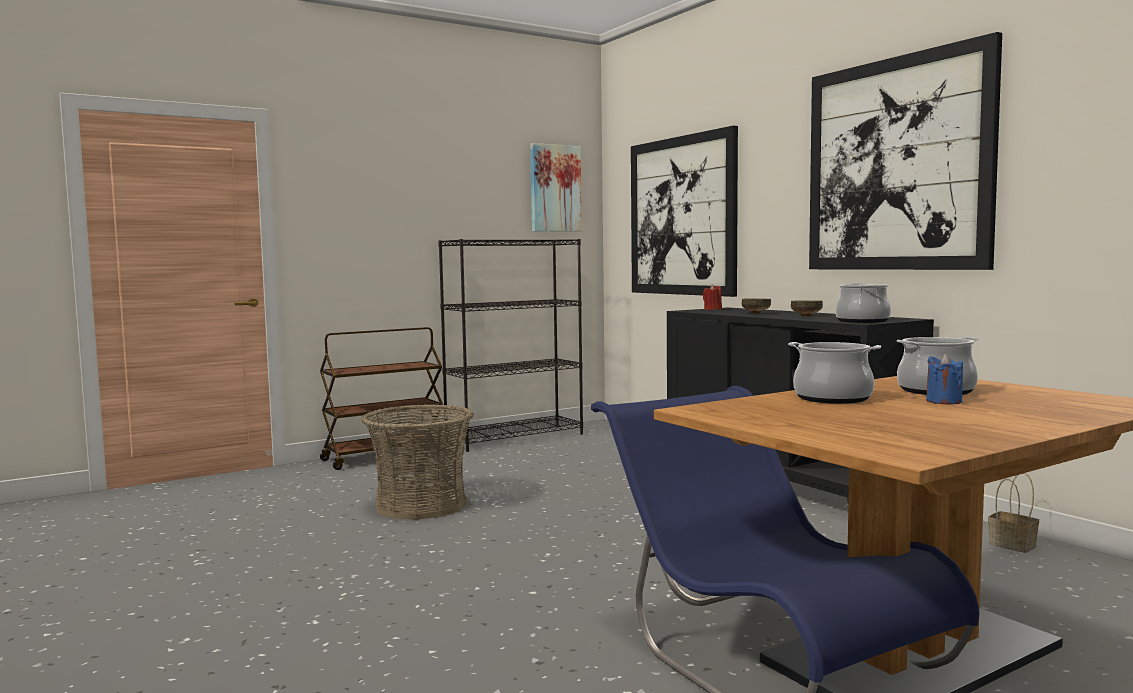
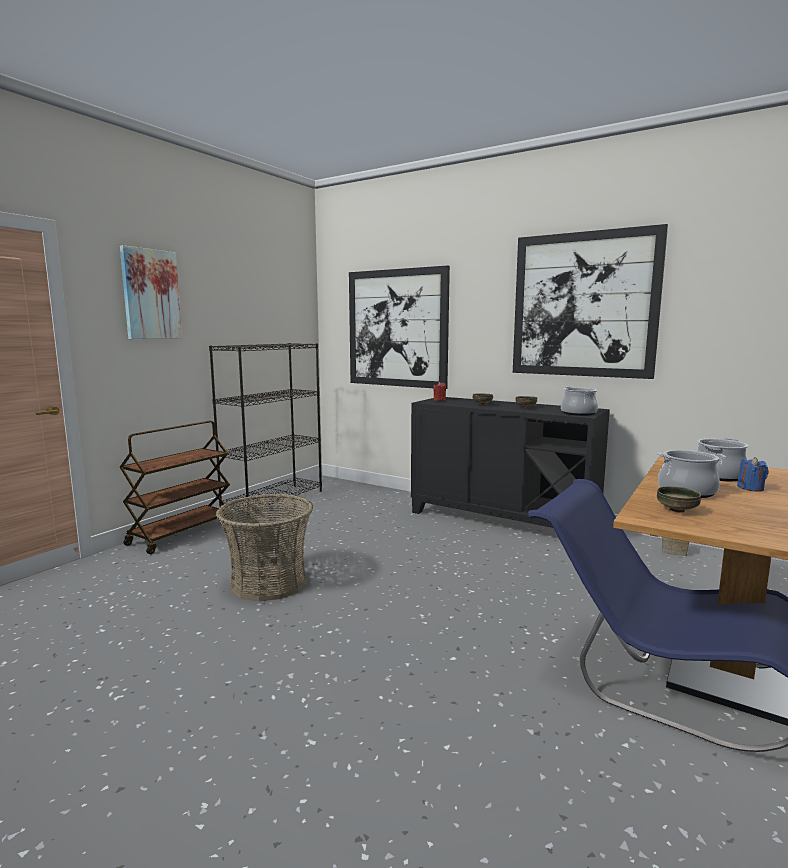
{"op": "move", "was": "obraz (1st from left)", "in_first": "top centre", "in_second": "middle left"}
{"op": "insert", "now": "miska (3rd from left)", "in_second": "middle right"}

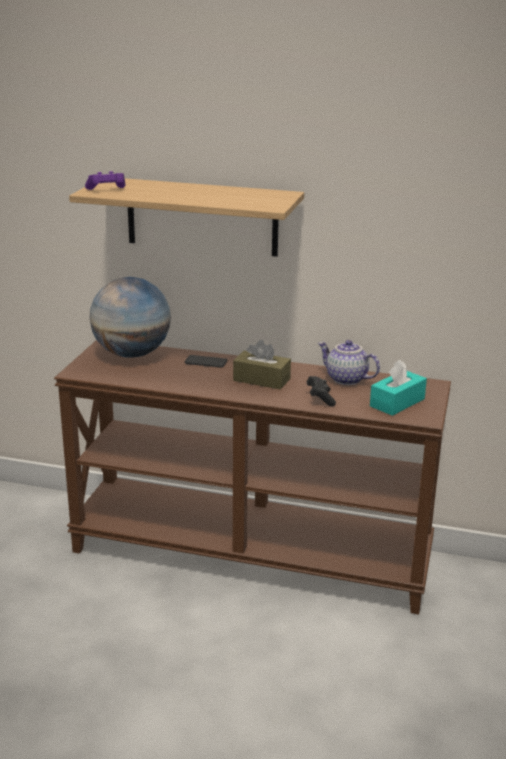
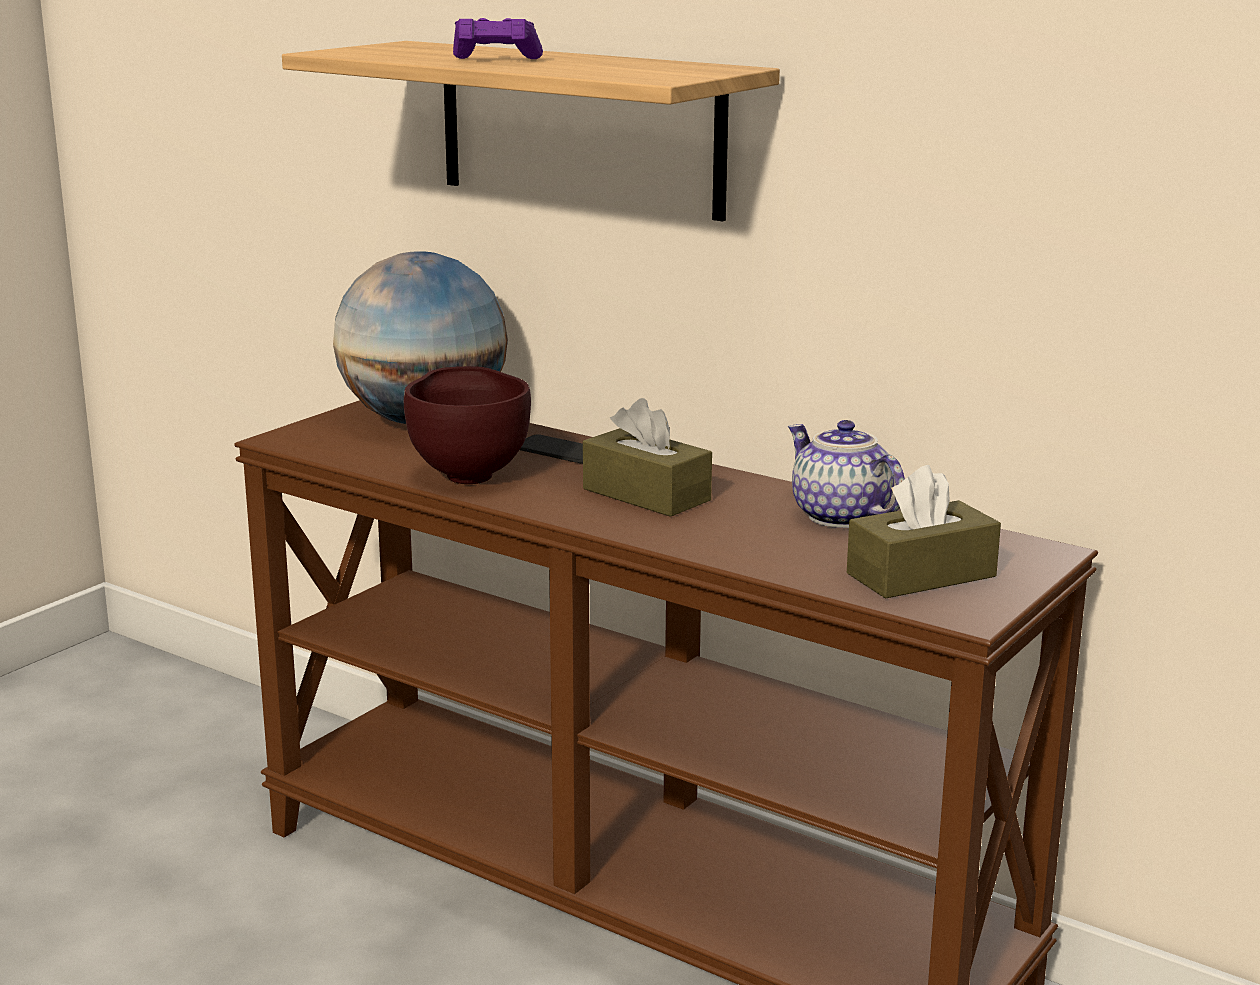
{"op": "move", "was": "pad do gier [fioletowy]", "in_first": "top left", "in_second": "top centre"}
{"op": "delete", "was": "pad do gier [czarny]", "in_first": "centre"}
{"op": "recolor", "was": "pudełko chusteczek [turkusowy]", "now": "pudełko chusteczek [brązowy] (2nd from left)", "in_first": "middle right", "in_second": "middle right"}
{"op": "insert", "now": "miska [brązowy]", "in_second": "centre"}

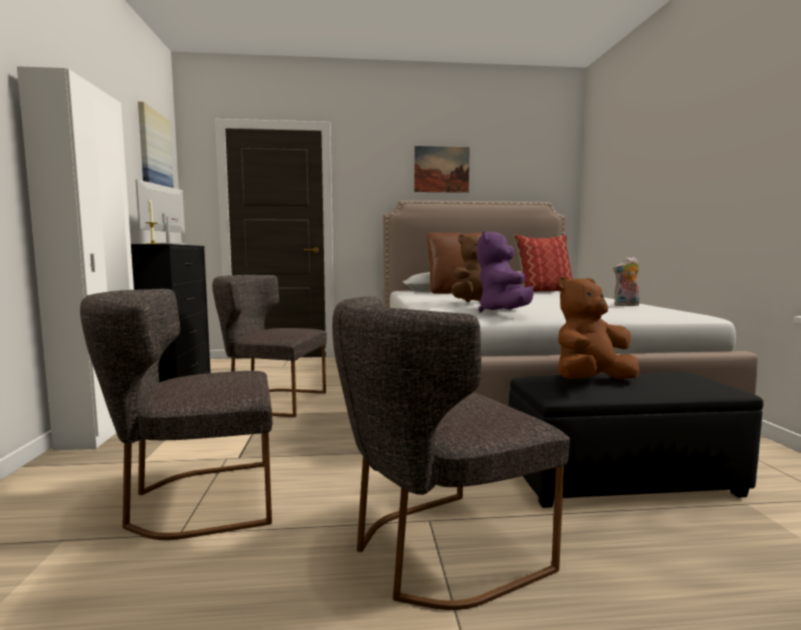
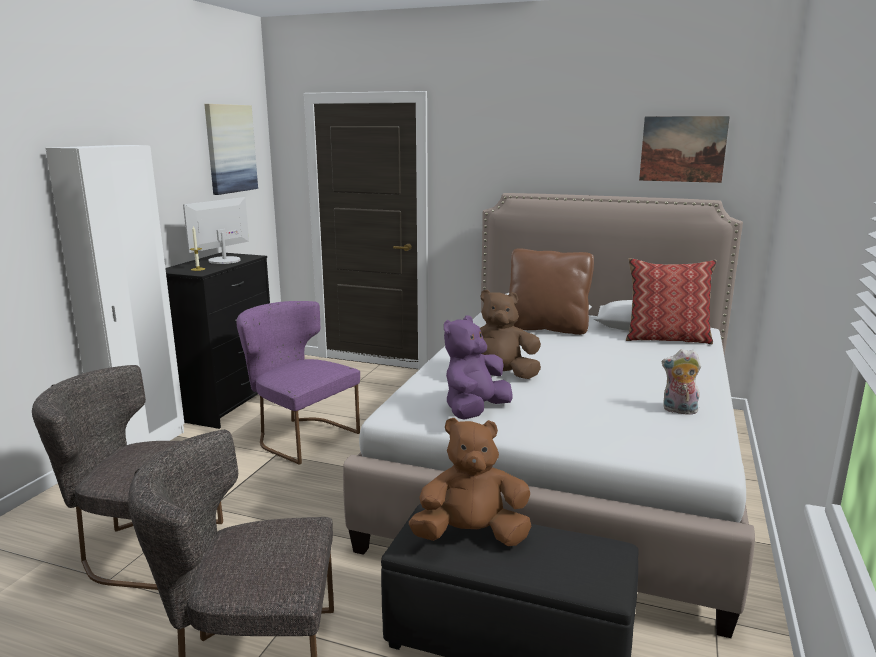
{"op": "recolor", "was": "krzesło [szary] (2nd from left)", "now": "krzesło [fioletowy]", "in_first": "centre", "in_second": "centre"}
{"op": "move", "was": "obraz (2nd from left)", "in_first": "top centre", "in_second": "top right"}

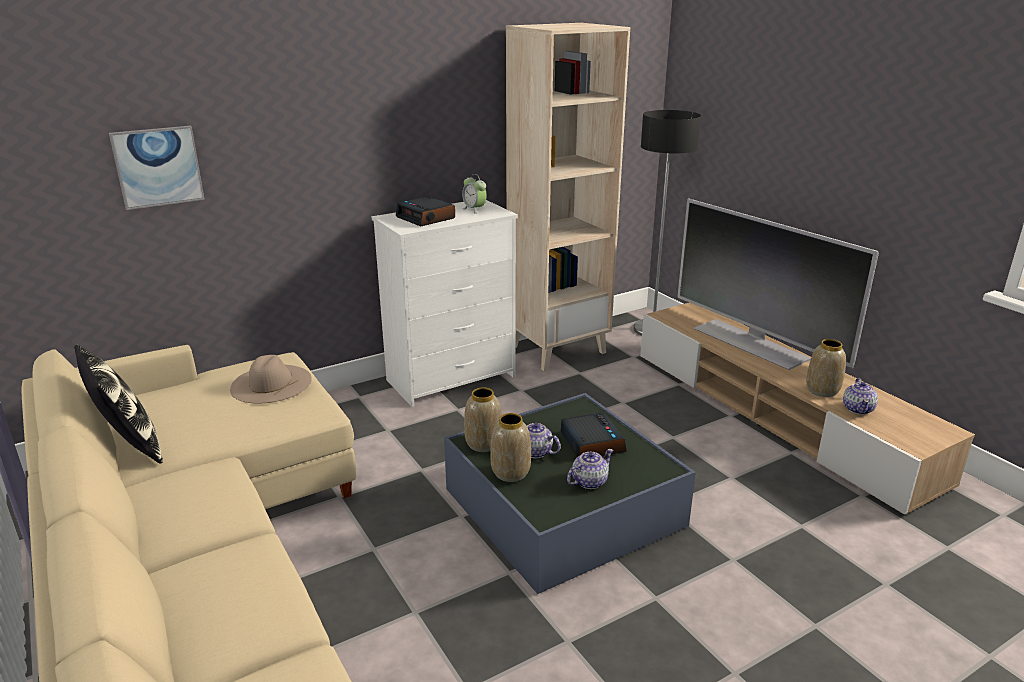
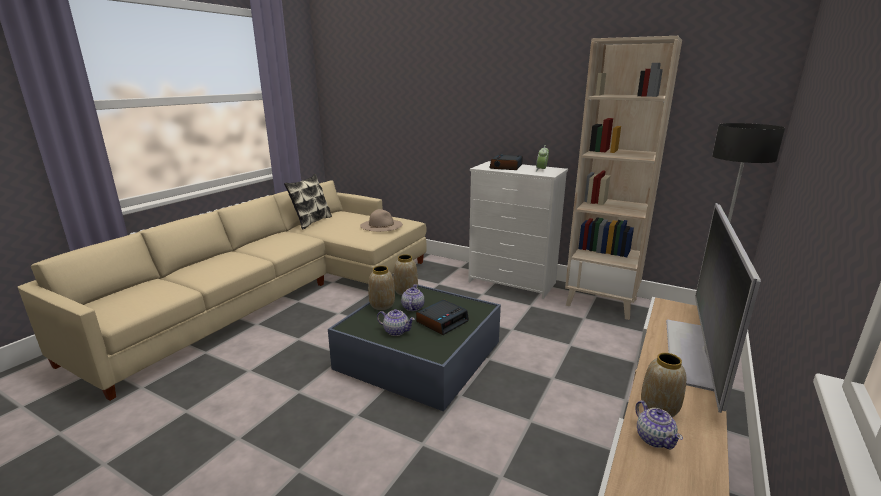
{"op": "delete", "was": "obraz", "in_first": "top left"}
{"op": "rotate", "was": "imbryk (3rd from left)", "in_first": "middle right", "in_second": "bottom right", "clockwise": -90}

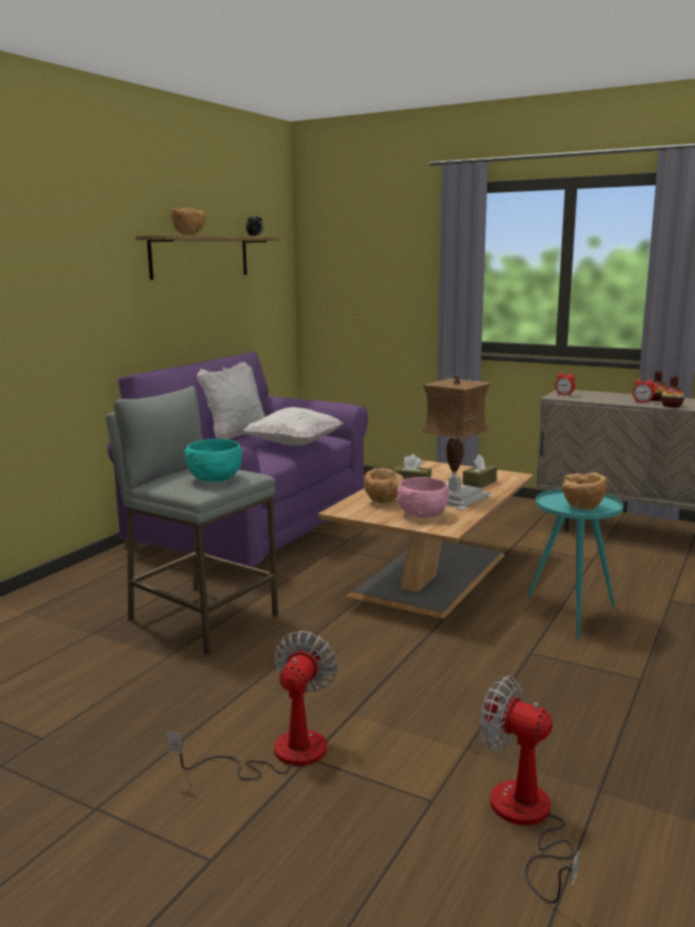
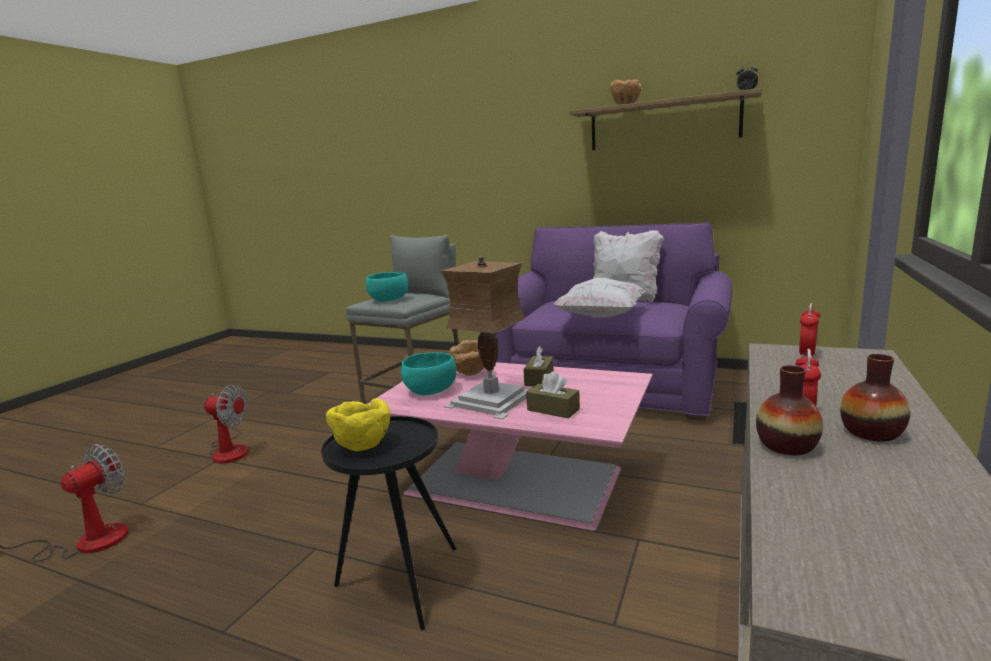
{"op": "recolor", "was": "ława [brązowy]", "now": "ława [różowy]", "in_first": "centre", "in_second": "bottom centre"}
{"op": "recolor", "was": "miska [różowy]", "now": "miska [turkusowy] (2nd from left)", "in_first": "centre", "in_second": "centre"}
{"op": "recolor", "was": "stolik [turkusowy]", "now": "stolik [czarny]", "in_first": "middle right", "in_second": "bottom centre"}
{"op": "recolor", "was": "miska [brązowy] (3rd from left)", "now": "miska [żółty]", "in_first": "middle right", "in_second": "centre"}

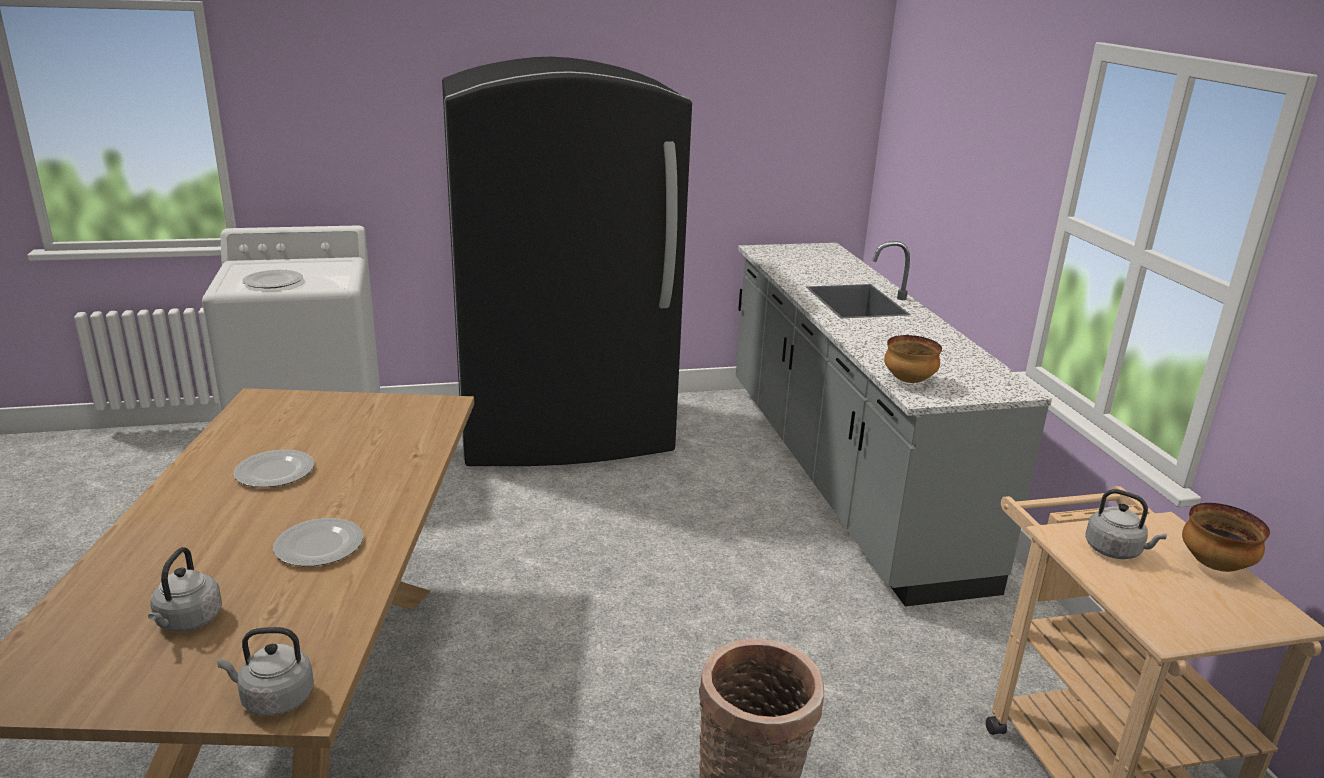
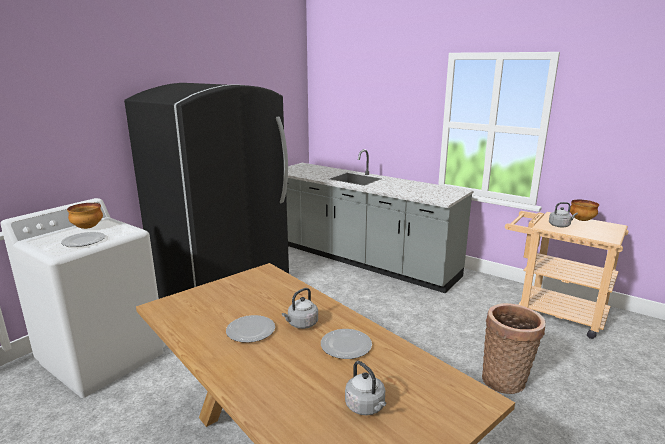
{"op": "move", "was": "czajnik [szary] (2nd from left in the first image)", "now": "czajnik [szary] (1st from left)", "in_first": "bottom left", "in_second": "bottom centre"}
{"op": "move", "was": "miska (1st from left)", "in_first": "middle right", "in_second": "middle left"}

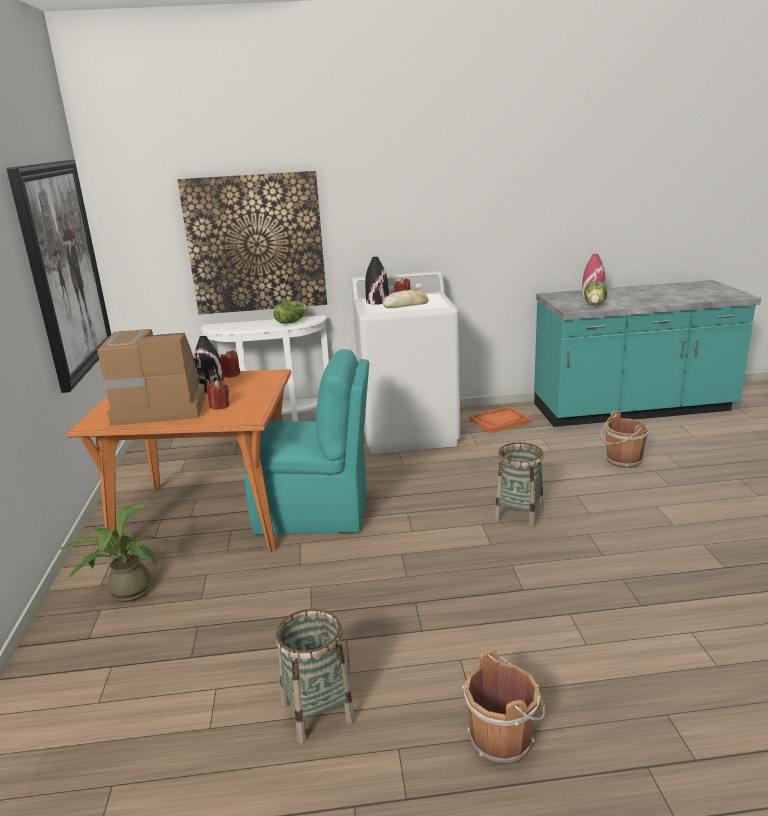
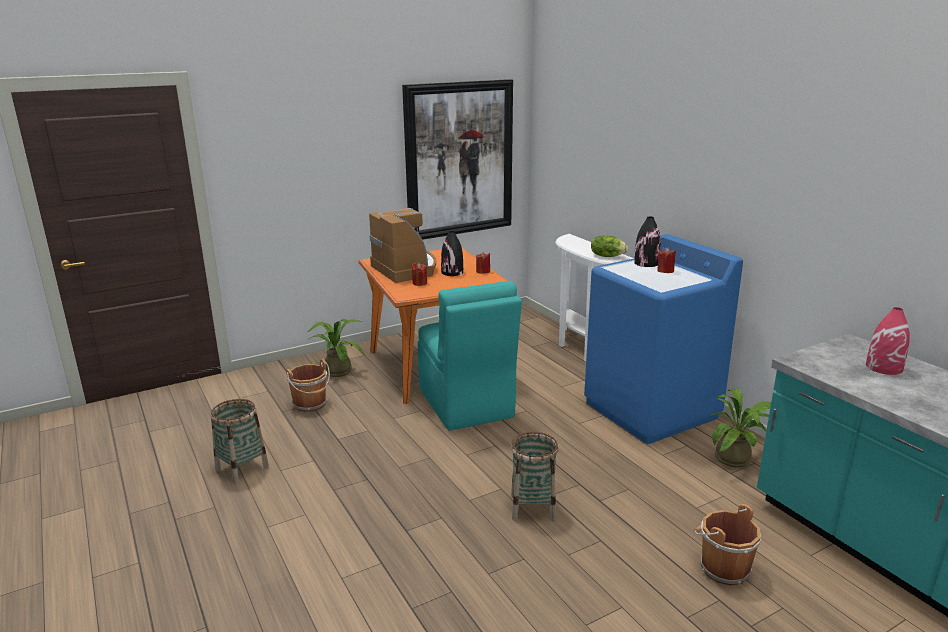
{"op": "delete", "was": "obraz (2nd from left)", "in_first": "top left"}
{"op": "recolor", "was": "pralka [biały]", "now": "pralka [niebieski]", "in_first": "centre", "in_second": "middle right"}
{"op": "delete", "was": "chleb", "in_first": "centre"}
{"op": "move", "was": "wiadro [brązowy] (1st from left)", "in_first": "bottom centre", "in_second": "middle left"}
{"op": "replace", "was": "taca [pomarańczowy]", "now": "roślina doniczkowa (2nd from left)", "in_first": "centre", "in_second": "bottom right"}
{"op": "delete", "was": "sałata (2nd from left)", "in_first": "middle right"}

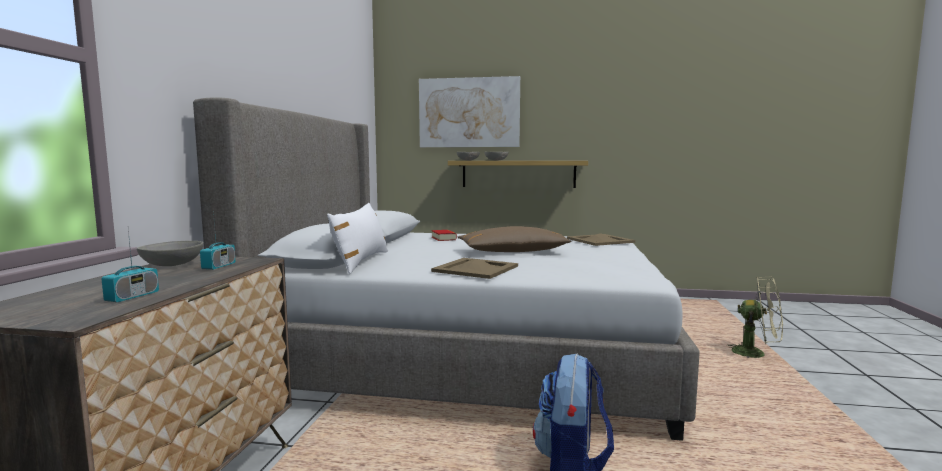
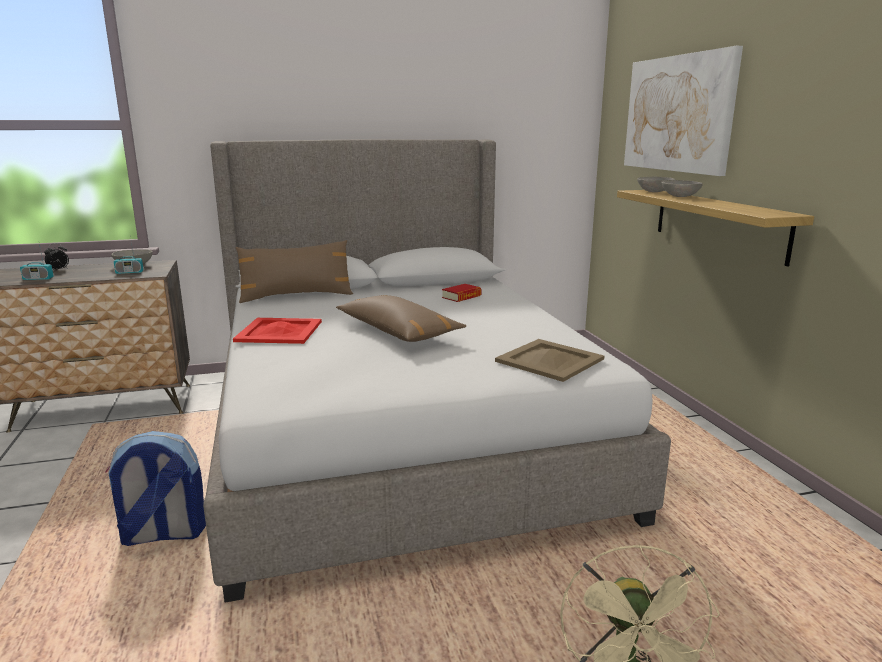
{"op": "recolor", "was": "poduszka [biały]", "now": "poduszka [brązowy] (1st from left)", "in_first": "centre", "in_second": "centre"}
{"op": "recolor", "was": "taca [beżowy] (1st from left)", "now": "taca [czerwony]", "in_first": "centre", "in_second": "middle left"}
{"op": "insert", "now": "budzik", "in_second": "middle left"}

